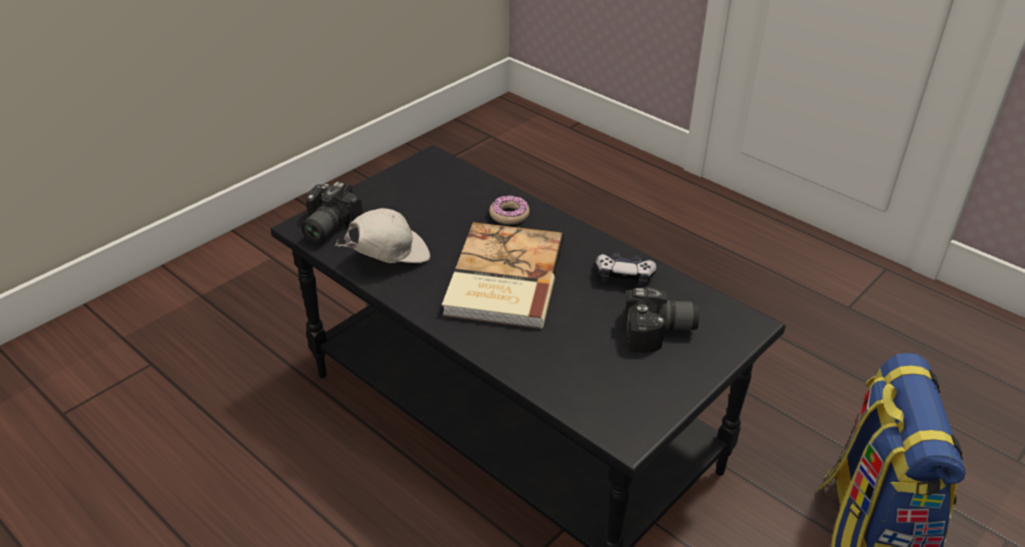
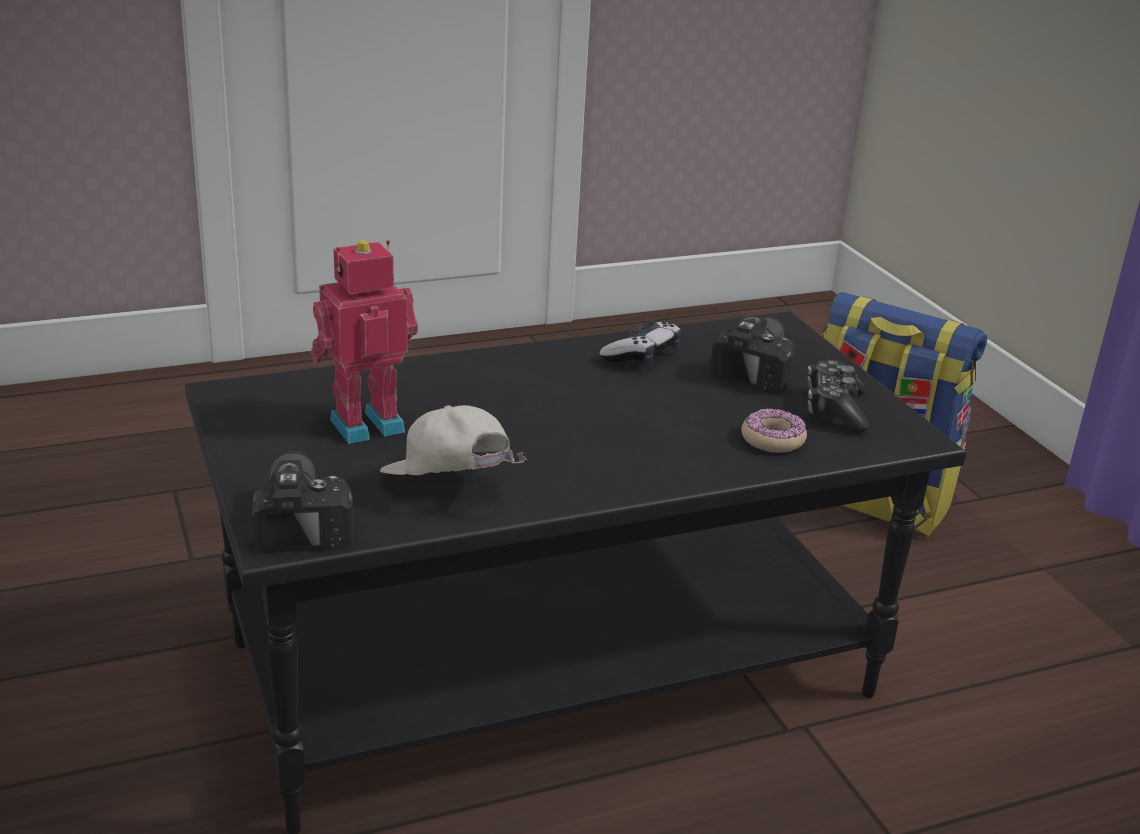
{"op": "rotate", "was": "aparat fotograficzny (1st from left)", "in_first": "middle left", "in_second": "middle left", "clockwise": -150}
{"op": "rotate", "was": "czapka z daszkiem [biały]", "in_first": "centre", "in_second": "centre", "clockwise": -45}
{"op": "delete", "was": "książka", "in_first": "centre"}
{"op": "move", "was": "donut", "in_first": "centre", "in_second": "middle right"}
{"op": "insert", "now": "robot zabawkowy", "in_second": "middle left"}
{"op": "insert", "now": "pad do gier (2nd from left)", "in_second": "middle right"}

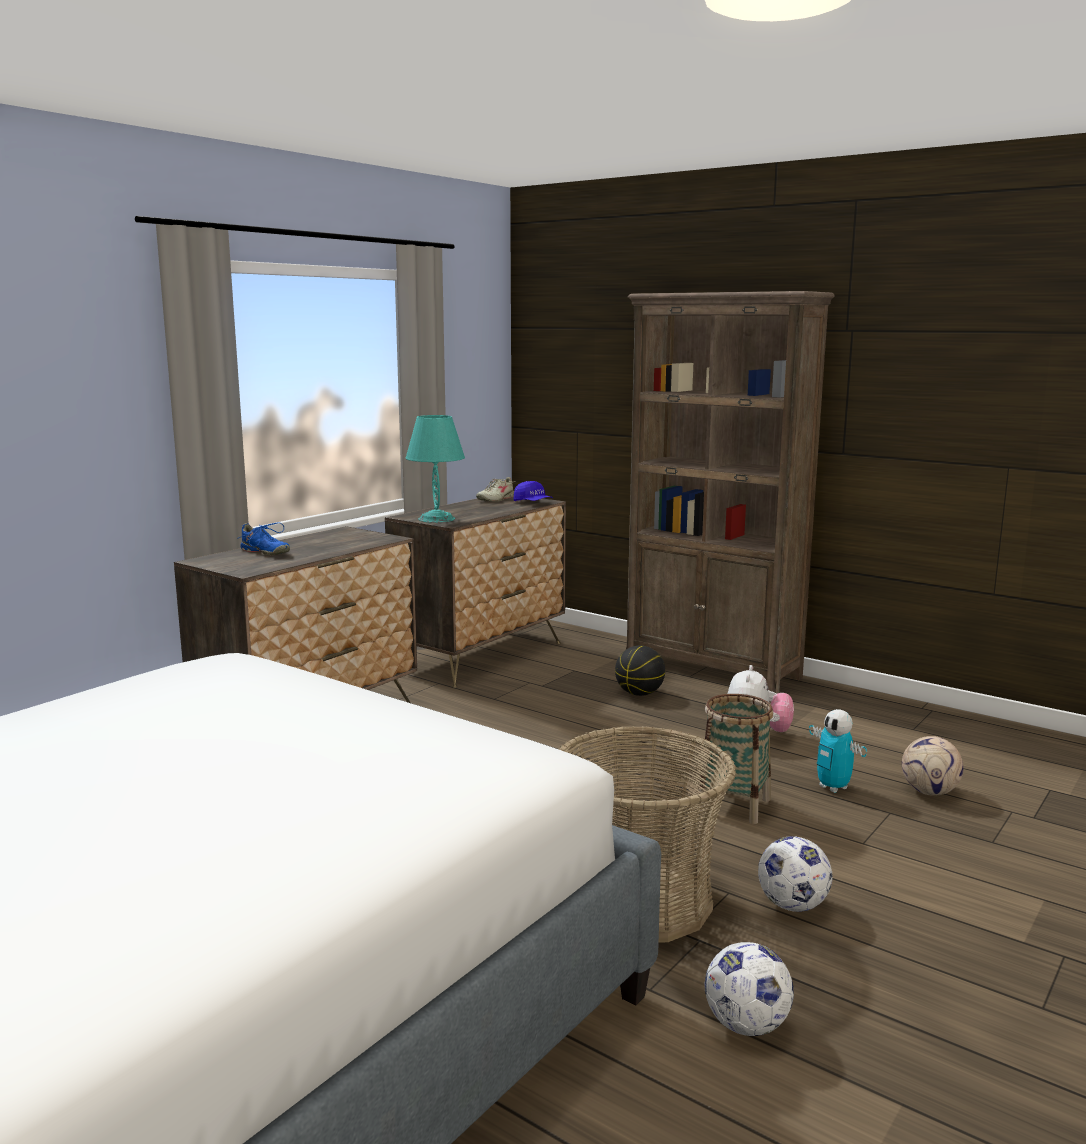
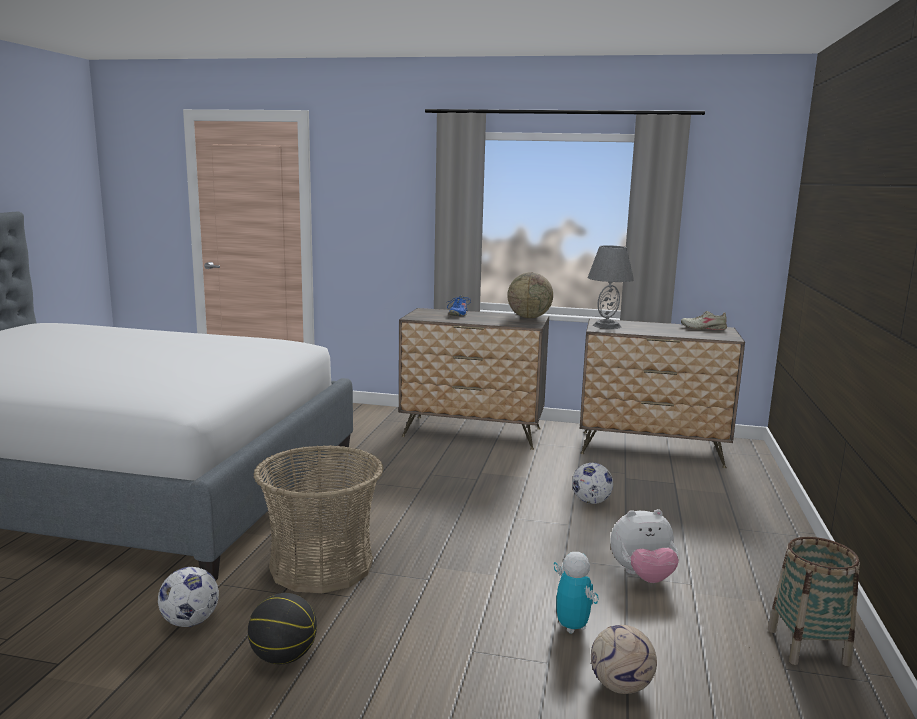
{"op": "recolor", "was": "lampa stołowa [turkusowy]", "now": "lampa stołowa [szary]", "in_first": "centre", "in_second": "centre"}
{"op": "delete", "was": "czapka z daszkiem [niebieski]", "in_first": "centre"}
{"op": "move", "was": "piłka do koszykówki", "in_first": "centre", "in_second": "bottom left"}
{"op": "delete", "was": "regał [brązowy]", "in_first": "middle right"}
{"op": "move", "was": "koszyk (2nd from left)", "in_first": "middle right", "in_second": "bottom right"}
{"op": "move", "was": "piłka futbolowa (2nd from left)", "in_first": "bottom right", "in_second": "bottom centre"}
{"op": "rotate", "was": "robot zabawkowy", "in_first": "middle right", "in_second": "bottom centre", "clockwise": 120}
{"op": "insert", "now": "globus", "in_second": "centre"}

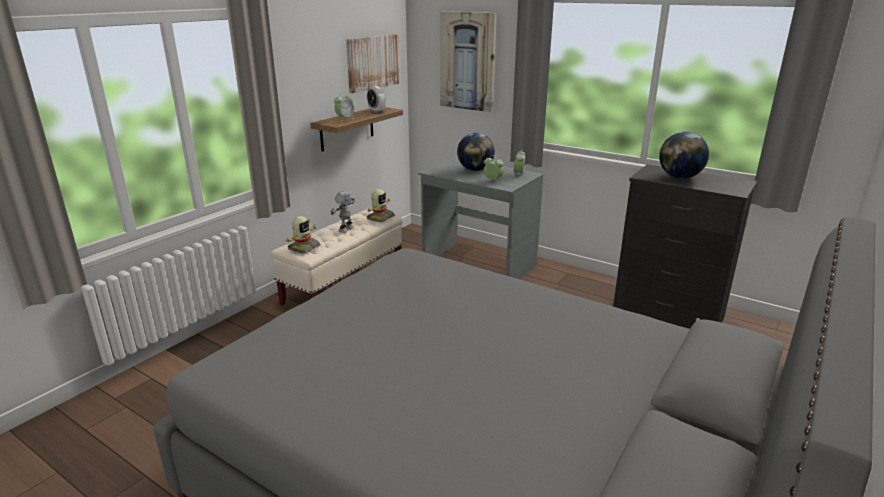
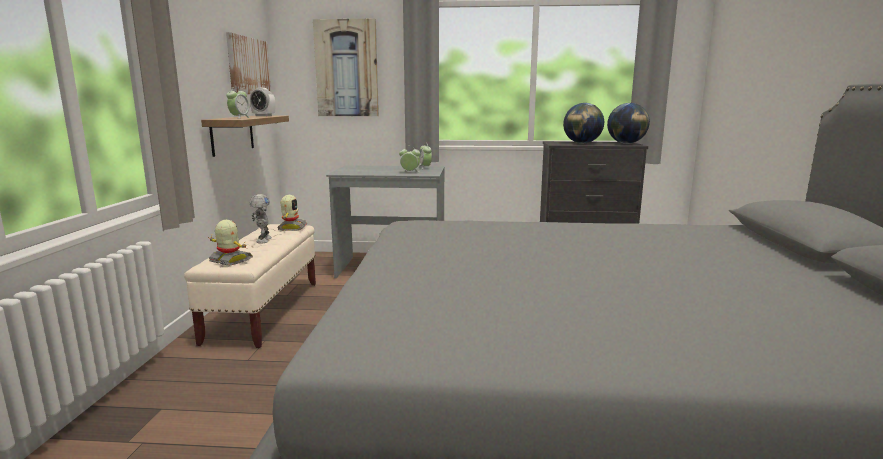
{"op": "rotate", "was": "robot zabawkowy (1st from left)", "in_first": "centre", "in_second": "middle left", "clockwise": -60}
{"op": "move", "was": "globus (1st from left in the first image)", "now": "globus (2nd from left)", "in_first": "top centre", "in_second": "top right"}

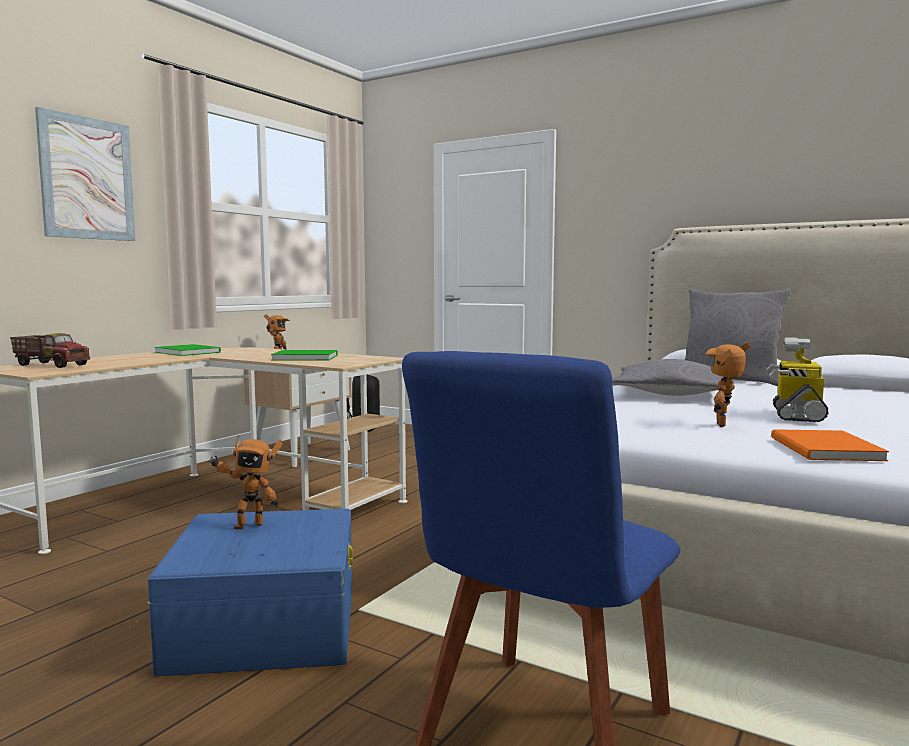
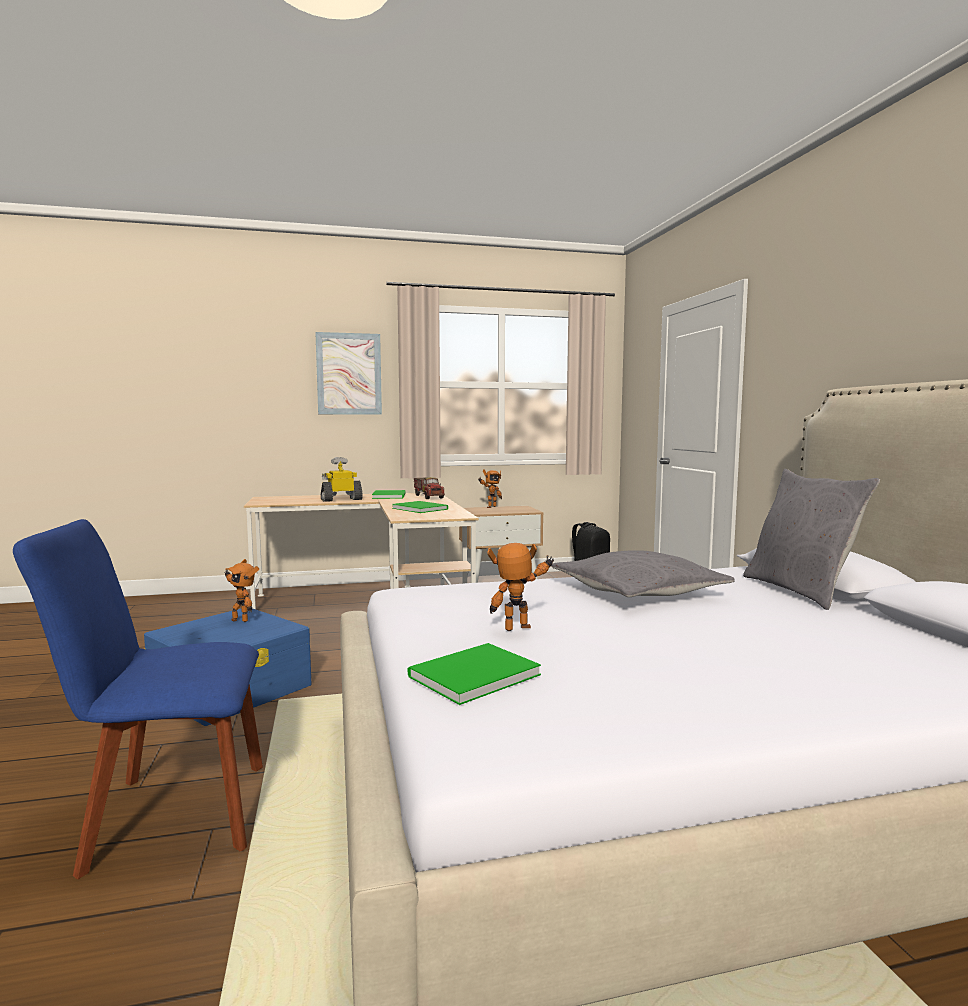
{"op": "move", "was": "ciężarówka zabawkowa", "in_first": "middle left", "in_second": "centre"}
{"op": "move", "was": "robot zabawkowy (4th from left in the first image)", "now": "robot zabawkowy (2nd from left)", "in_first": "middle right", "in_second": "centre"}
{"op": "recolor", "was": "książka [pomarańczowy]", "now": "książka [zielony] (3rd from left)", "in_first": "middle right", "in_second": "bottom centre"}

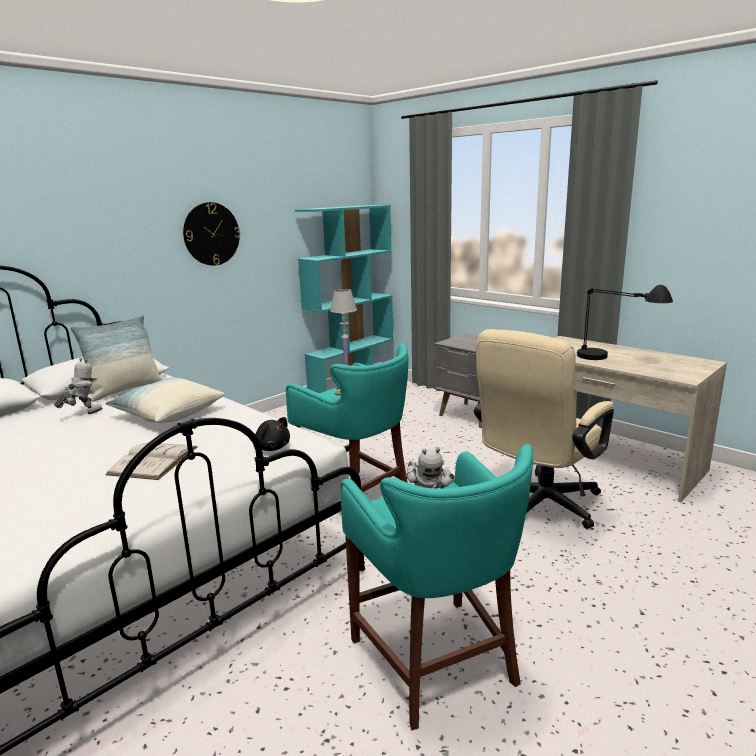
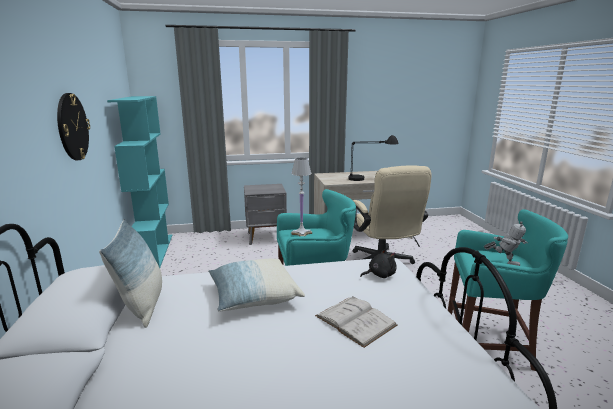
{"op": "delete", "was": "robot zabawkowy (1st from left)", "in_first": "middle left"}

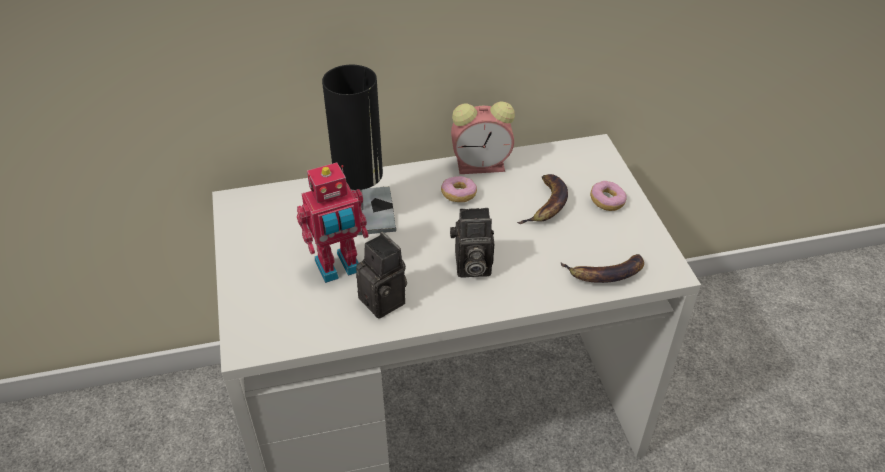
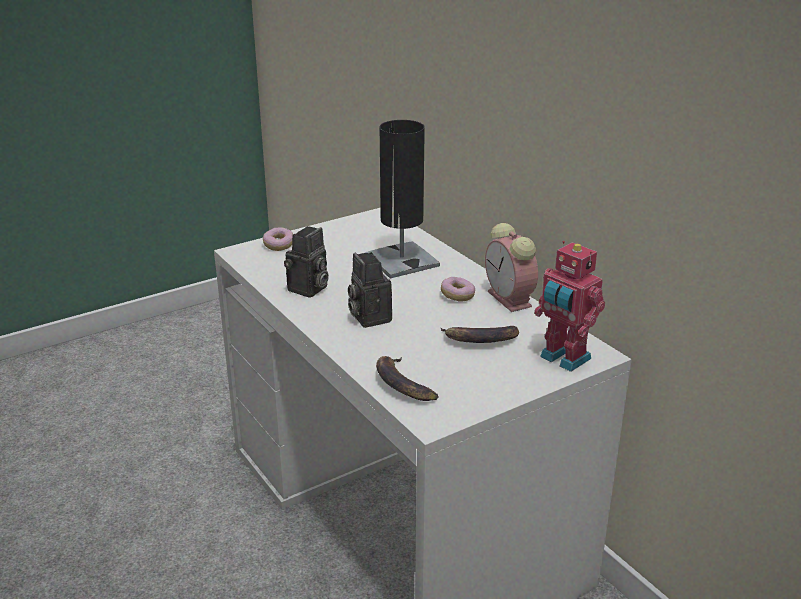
{"op": "move", "was": "robot zabawkowy", "in_first": "centre", "in_second": "middle right"}
{"op": "move", "was": "donut (2nd from left in the first image)", "now": "donut (1st from left)", "in_first": "middle right", "in_second": "centre"}

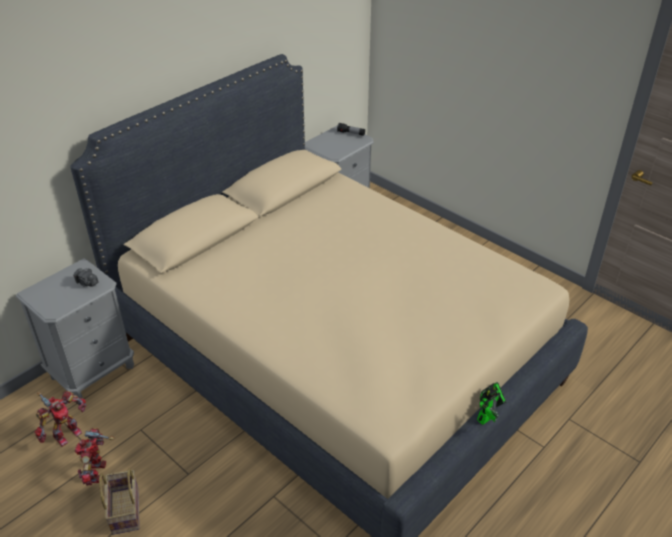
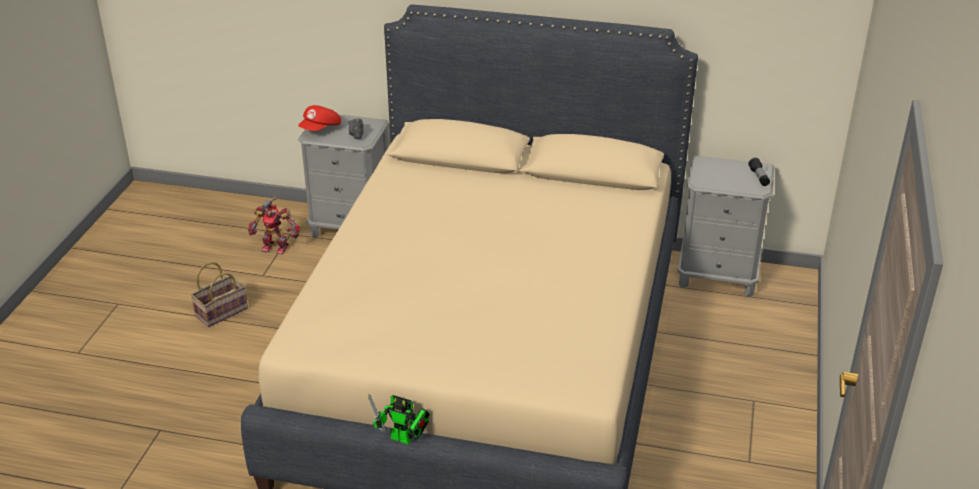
{"op": "delete", "was": "robot zabawkowy (2nd from left)", "in_first": "bottom left"}
{"op": "insert", "now": "czapka z daszkiem [czerwony]", "in_second": "top left"}

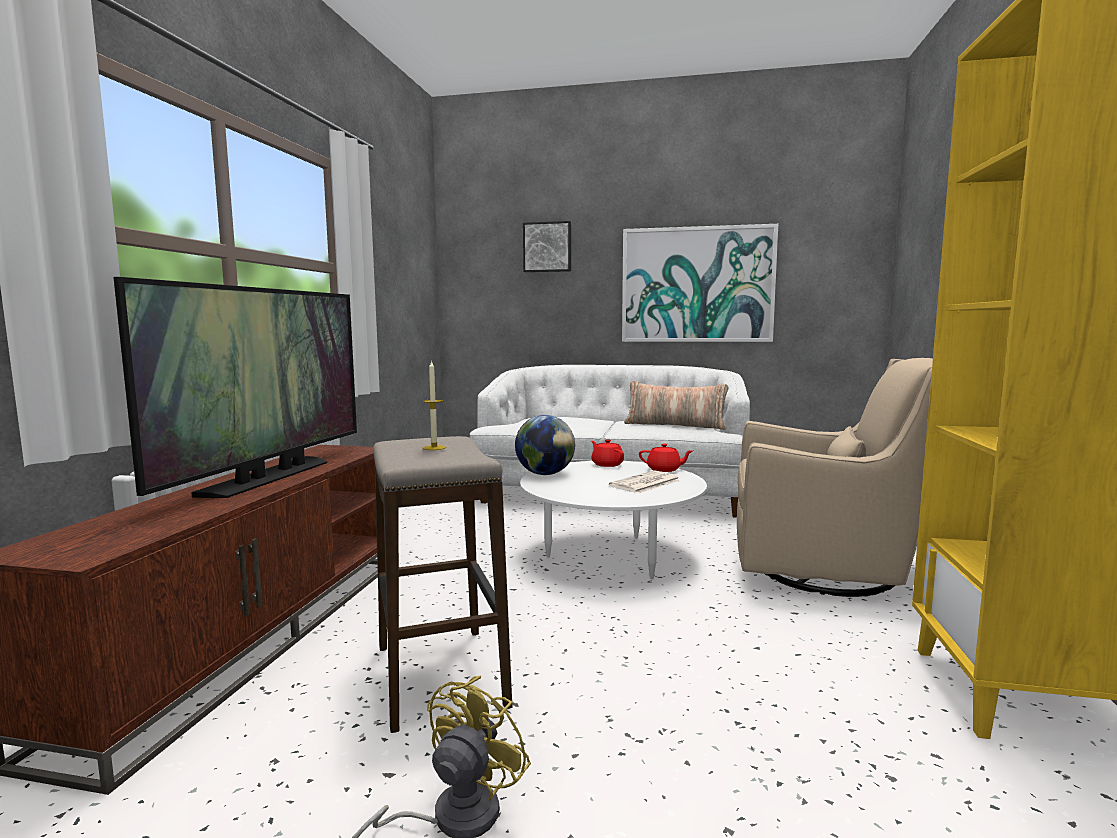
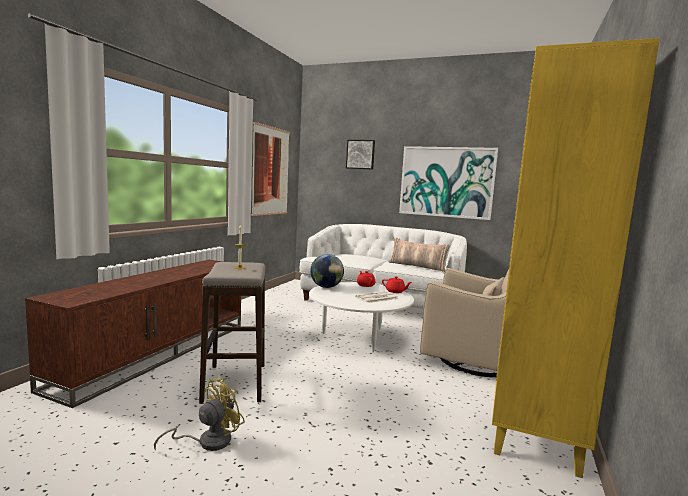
{"op": "delete", "was": "telewizor", "in_first": "middle left"}
{"op": "insert", "now": "obraz (1st from left)", "in_second": "centre"}

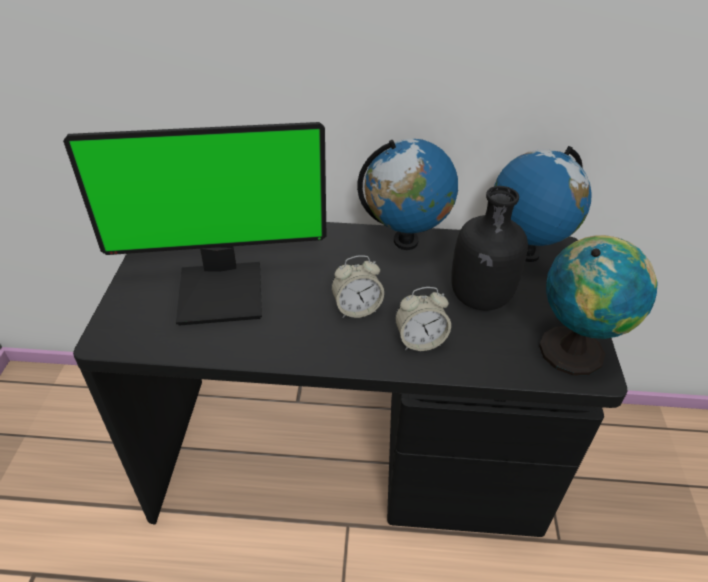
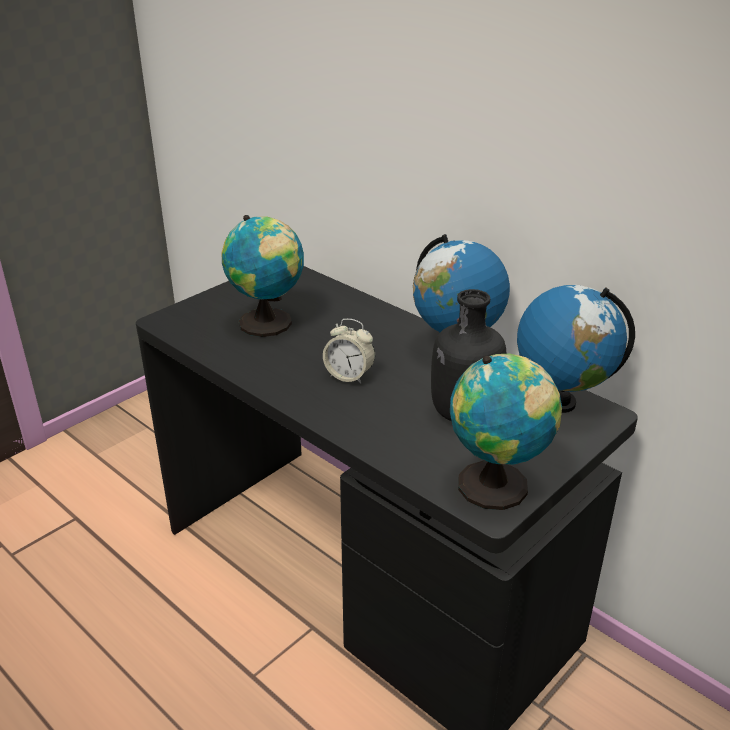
{"op": "replace", "was": "monitor", "now": "globus (1st from left)", "in_first": "middle left", "in_second": "centre"}
{"op": "delete", "was": "budzik (2nd from left)", "in_first": "centre"}

